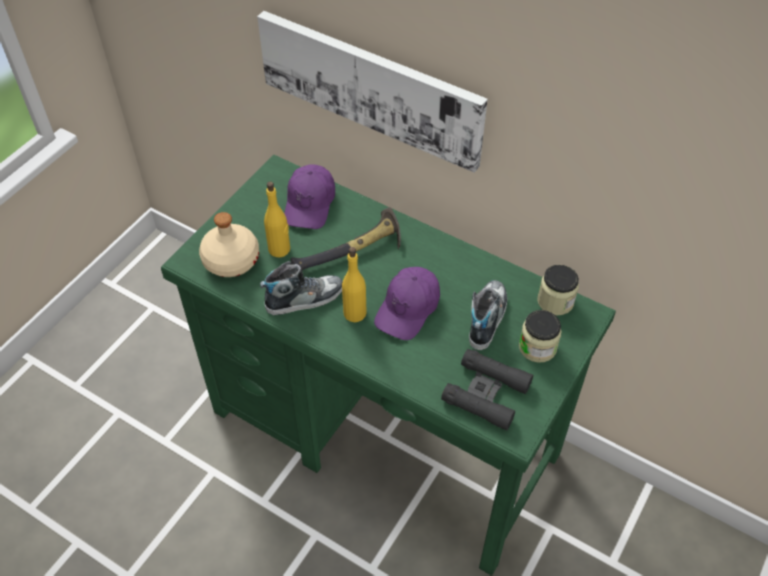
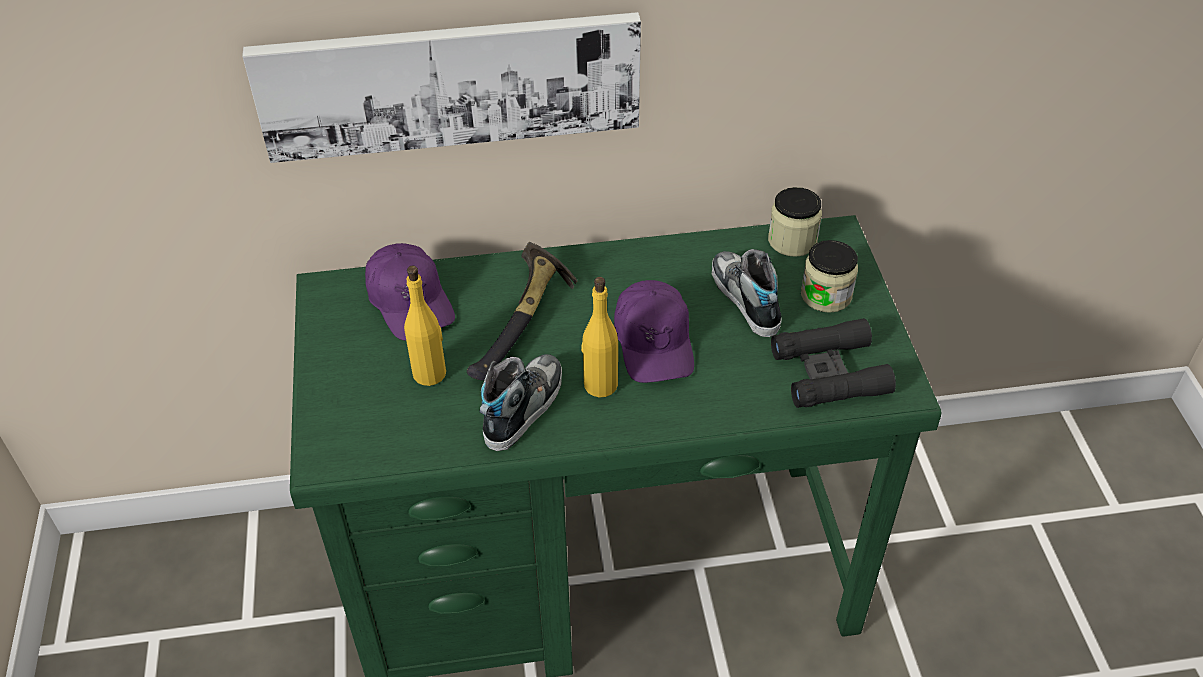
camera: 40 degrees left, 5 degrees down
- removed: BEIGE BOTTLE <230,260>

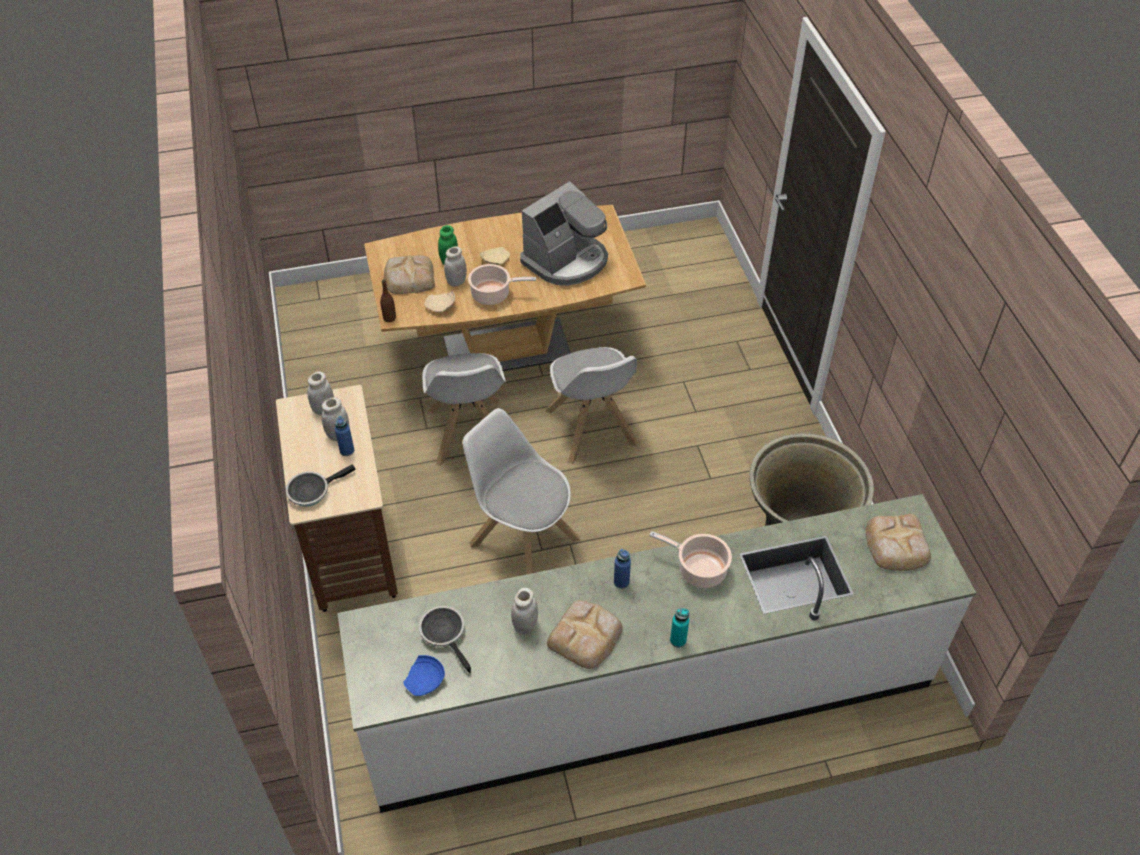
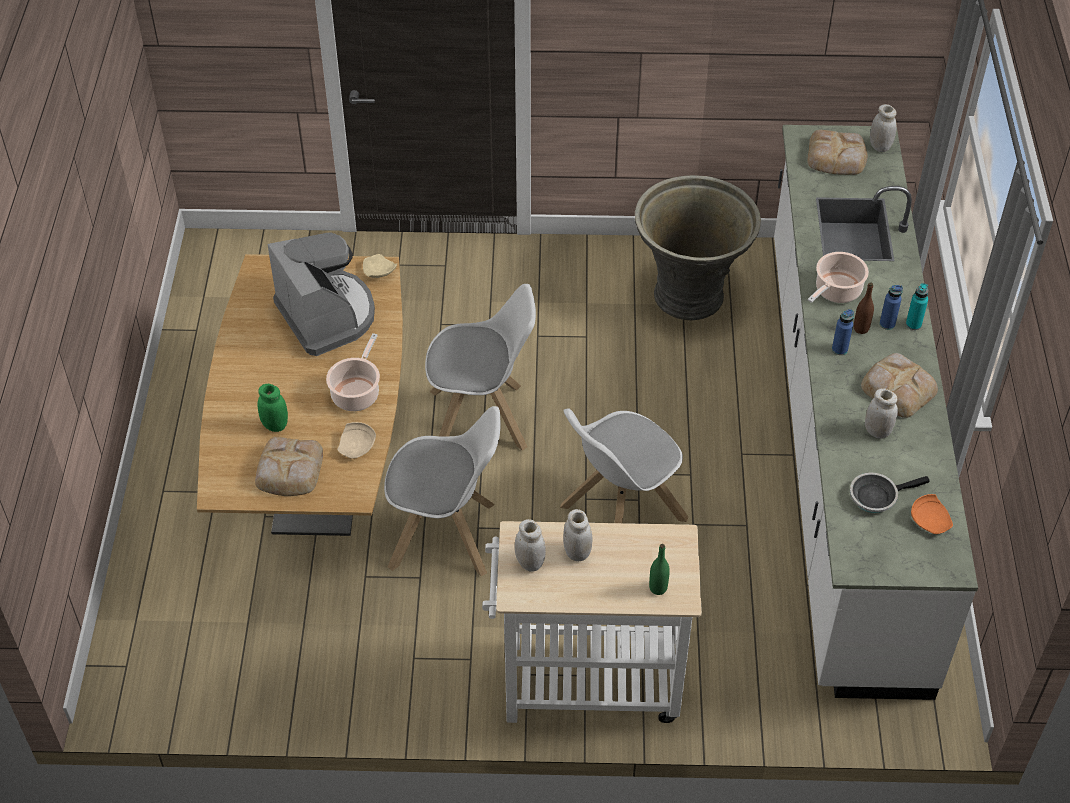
camera: 75 degrees left, 0 degrees up
- moved: WHITE JAR <456,281> to <880,146>
- moved: BEIGE PLATE <494,260> to <378,272>
- moved: BROWN BOTTLE <389,318> to <861,328>
- recoloured: BROWN CART <351,550> to WHITE CART <588,683>
- moved: BLUE BOTTLE <347,450> to <887,324>
- replaced: FRYING PAN <312,491> to GREEN BOTTLE <658,588>
- recoloured: BLUE PLATE <425,681> to ORANGE PLATE <930,520>

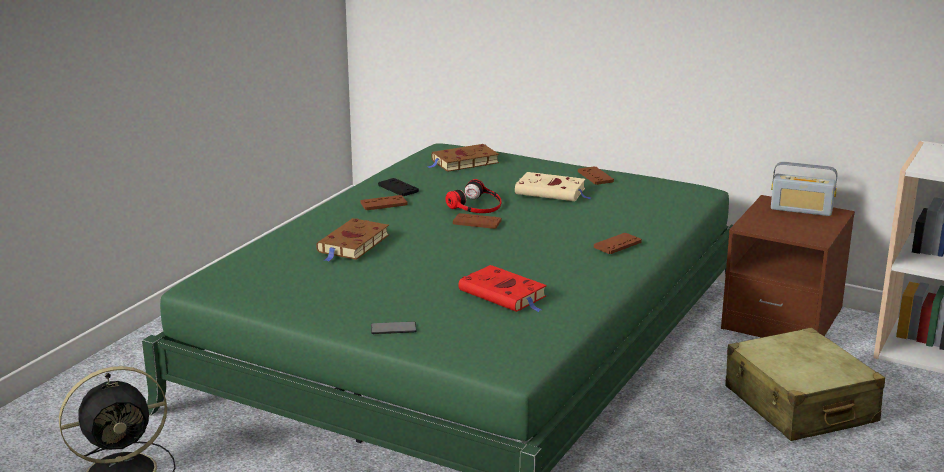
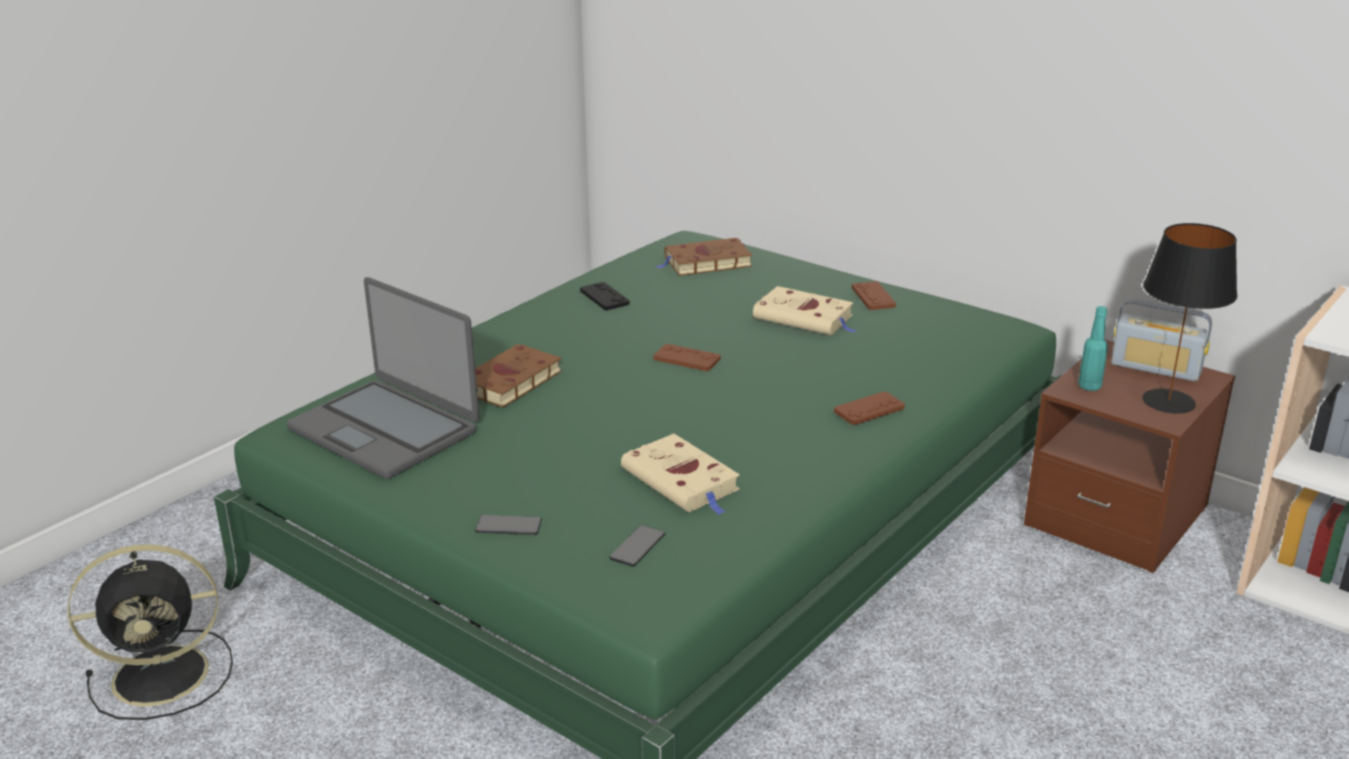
camera: 10 degrees right, 5 degrees up
- removed: HEADPHONES <476,205>
- removed: BROWN GAME CONTROLLER <383,204>
- recoloured: RED BOOK <504,294> to BEIGE BOOK <683,481>
- removed: BEIGE SUITCASE <799,405>
- added: BLACK TABLE LAMP <1169,402>
- added: LAPTOP <385,429>
- added: TURQUOISE BOTTLE <1089,386>
- added: PHONE <637,547>

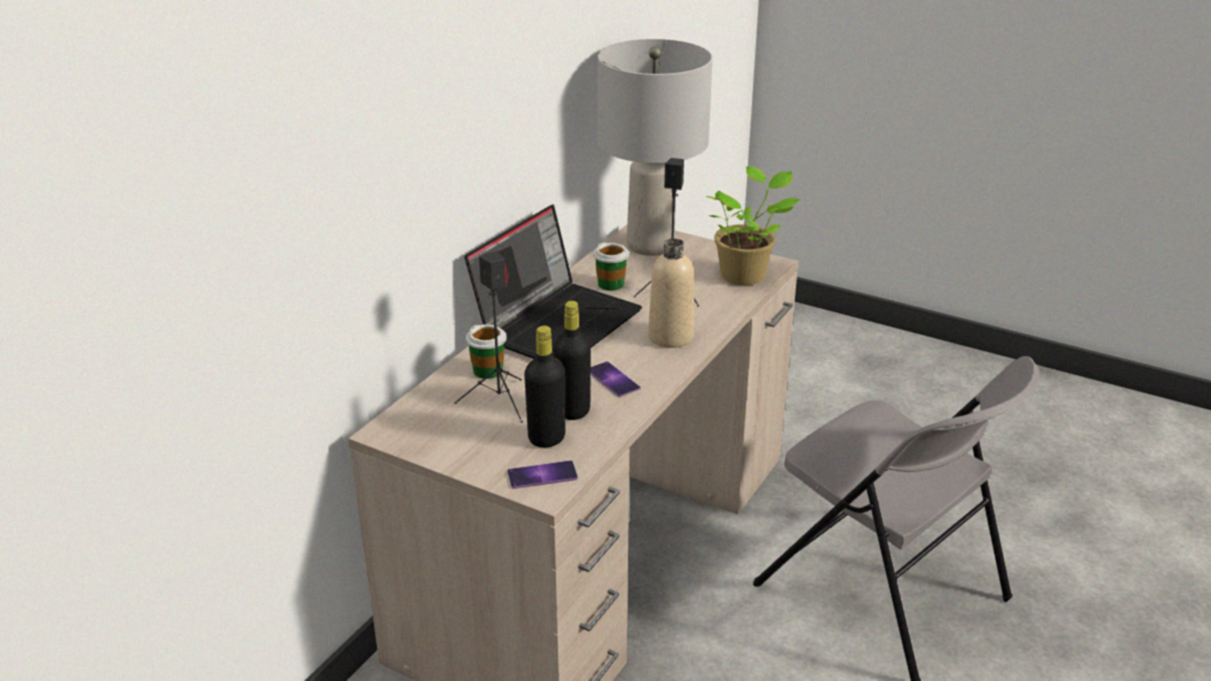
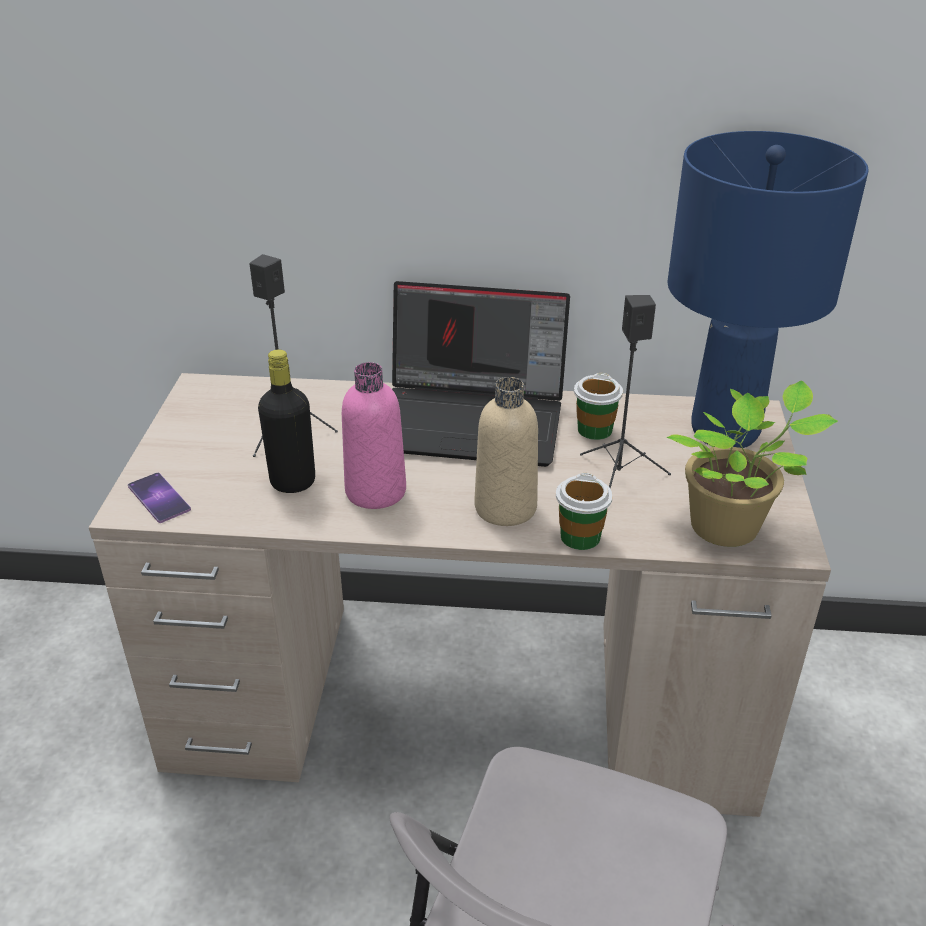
camera: 65 degrees right, 5 degrees up
- recoloured: GREY TABLE LAMP <650,246> to BLUE TABLE LAMP <723,431>
- moved: CUP <488,371> to <580,537>
- removed: BLACK BOTTLE <546,438>
- replaced: PHONE <613,379> to PINK BOTTLE <375,491>

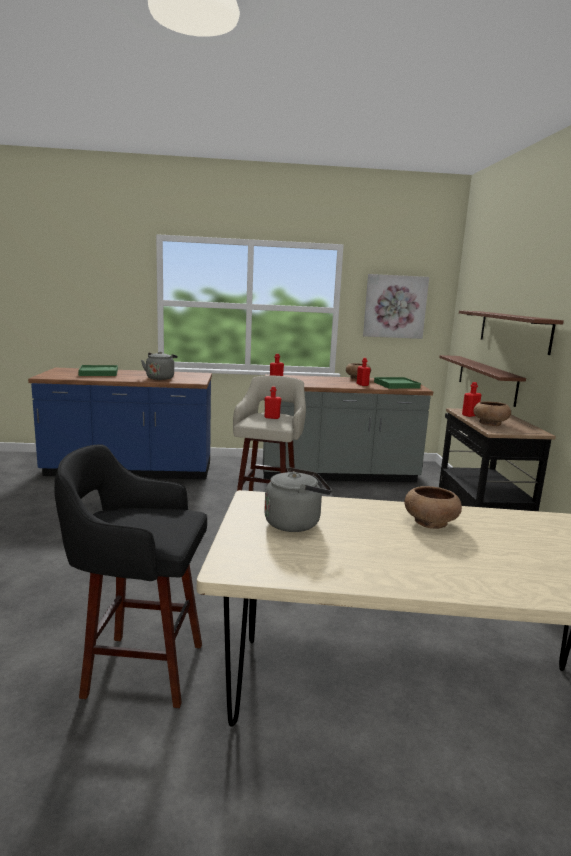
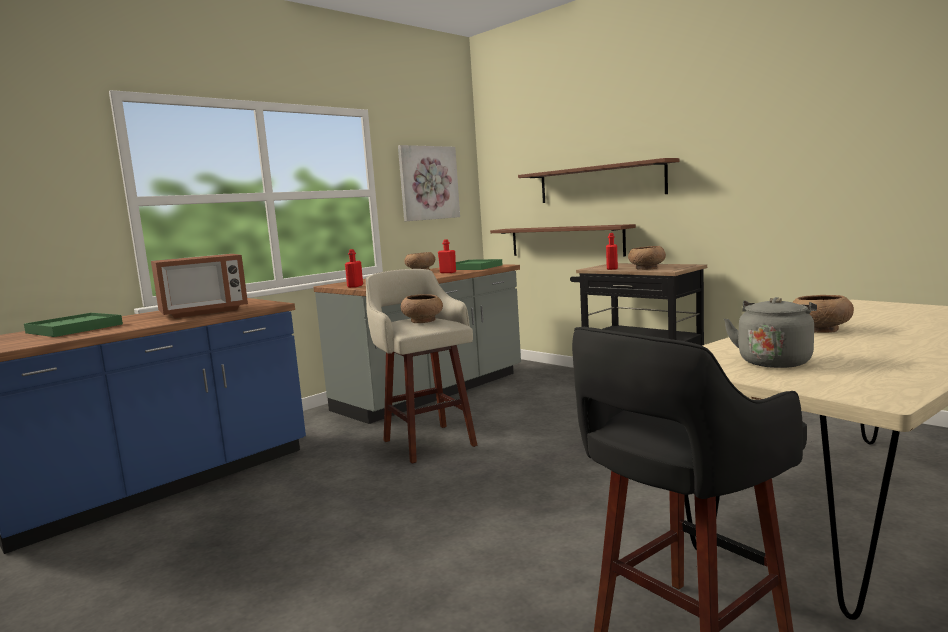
camera: 40 degrees left, 5 degrees down
- replaced: GREY KETTLE <160,378> to MICROWAVE <204,312>
- replaced: RED BOTTLE <272,417> to BROWN BOWL <423,321>

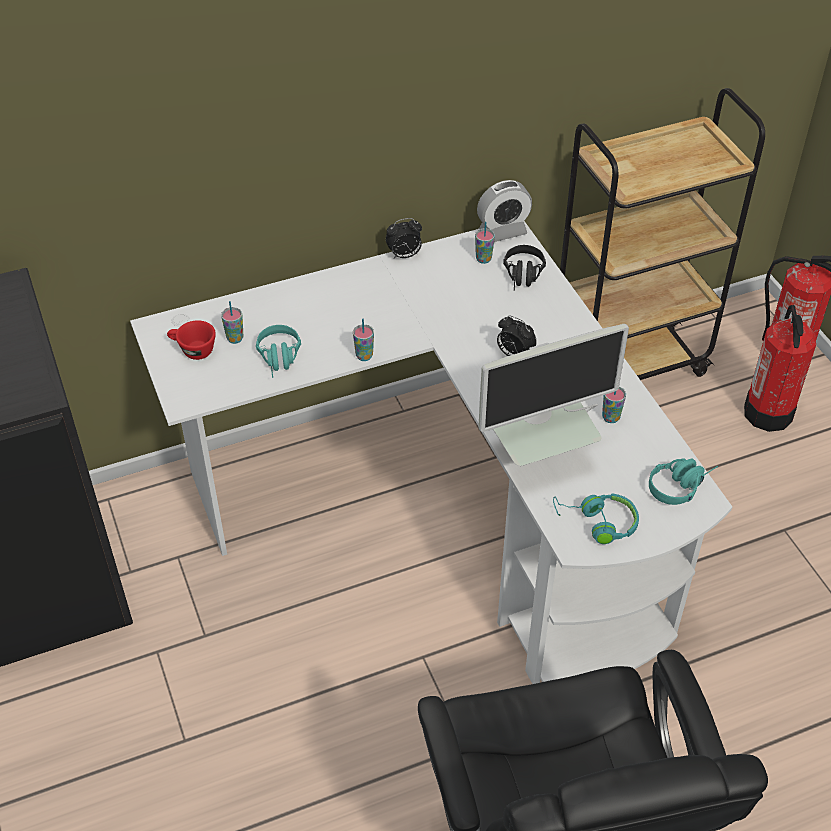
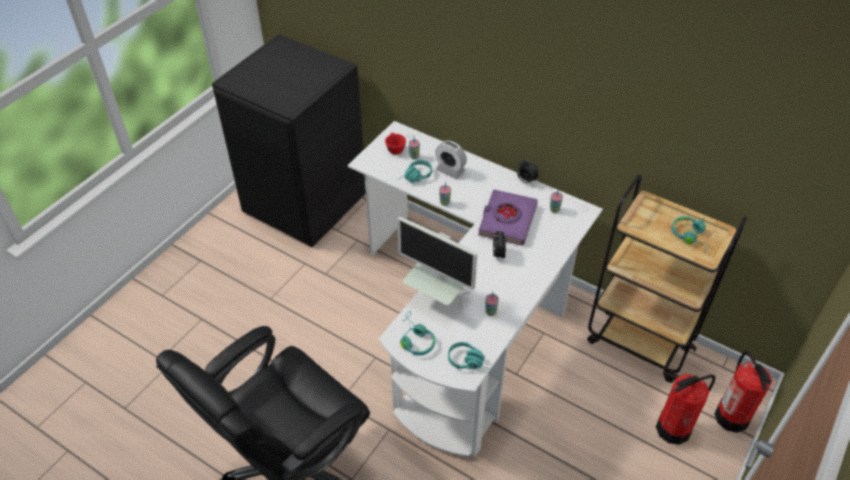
camera: 55 degrees right, 0 degrees up
- moved: ALARM CLOCK <502,232> to <450,170>
- removed: BLACK HEADPHONES <523,277>
- added: PURPLE BOOK <507,220>
- added: TURQUOISE HEADPHONES <690,237>

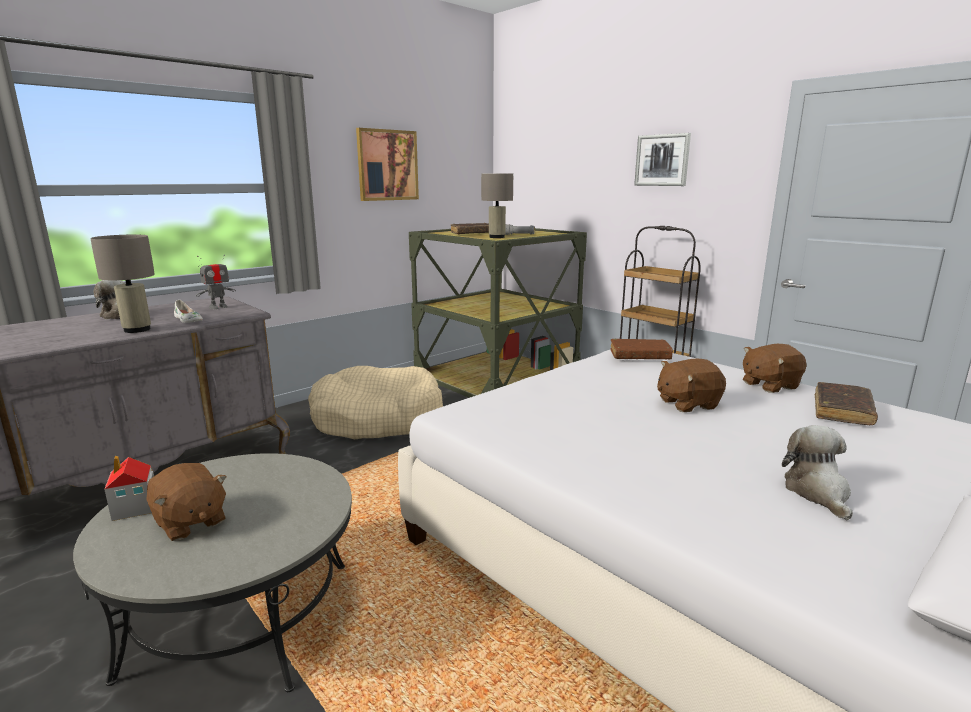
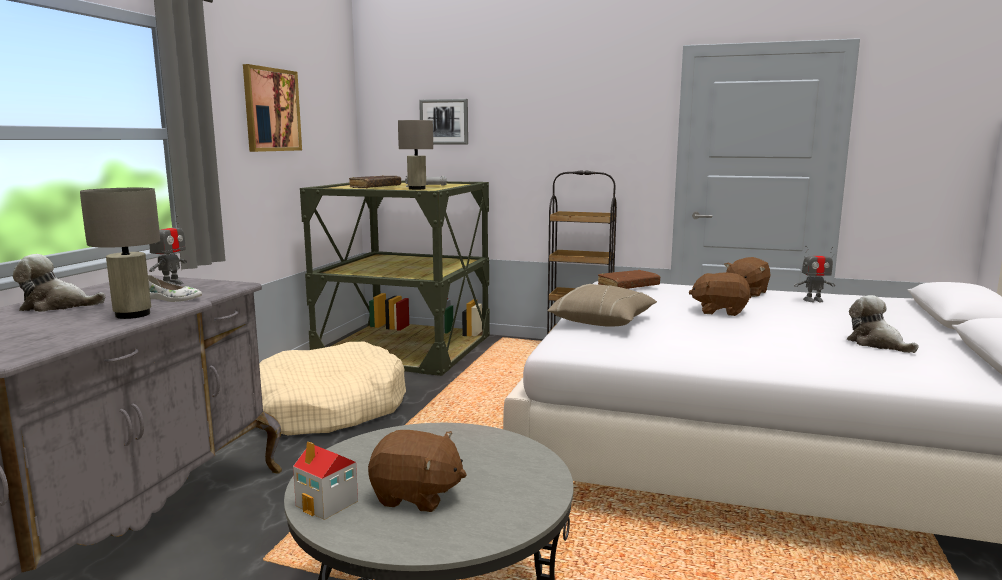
camera: 30 degrees left, 5 degrees down
- moved: PICTURE <662,160> to <444,122>
- turned: BROWN PLUSH TOY <687,403> = <720,311> 60 degrees clockwise
- replaced: BROWN BOOK <842,411> to TOY ROBOT <813,300>
- added: BEIGE PILLOW <603,322>

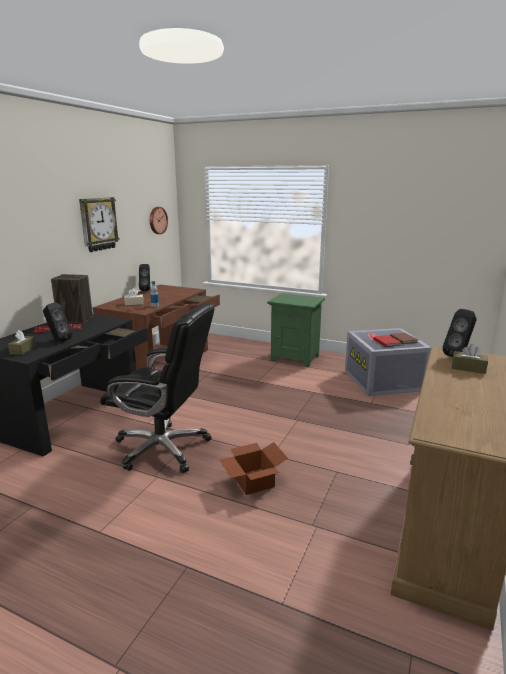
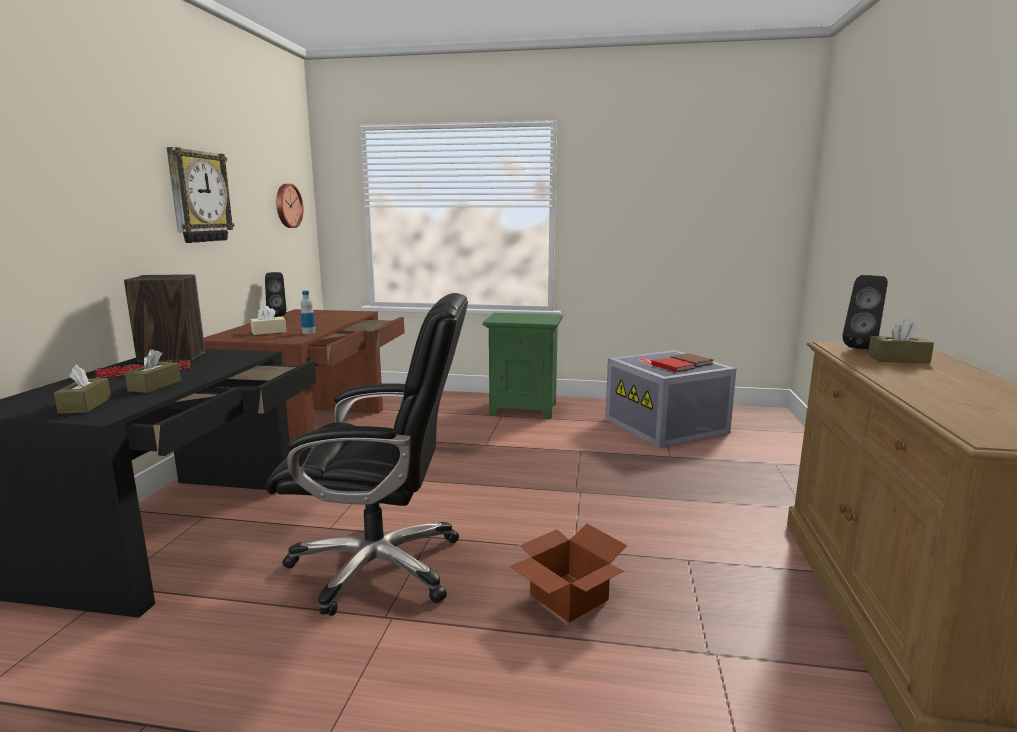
camera: 15 degrees left, 5 degrees down
- replaced: BLACK SPEAKER <58,340> to BROWN TISSUE BOX <155,386>

